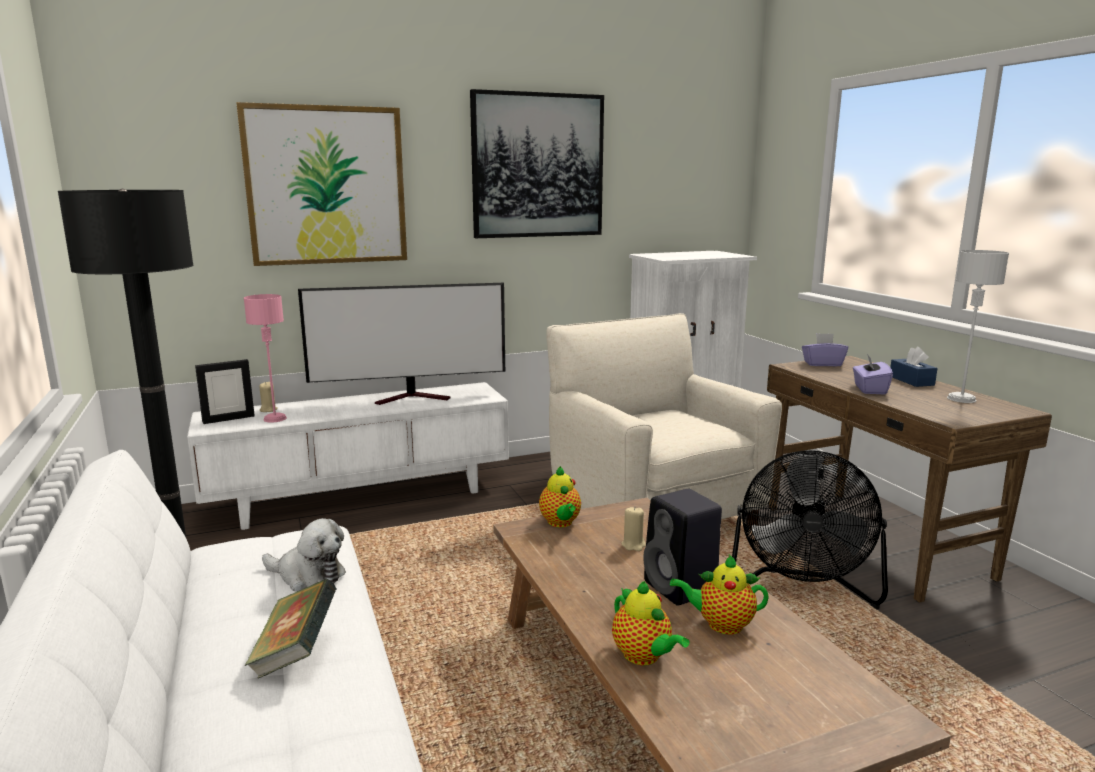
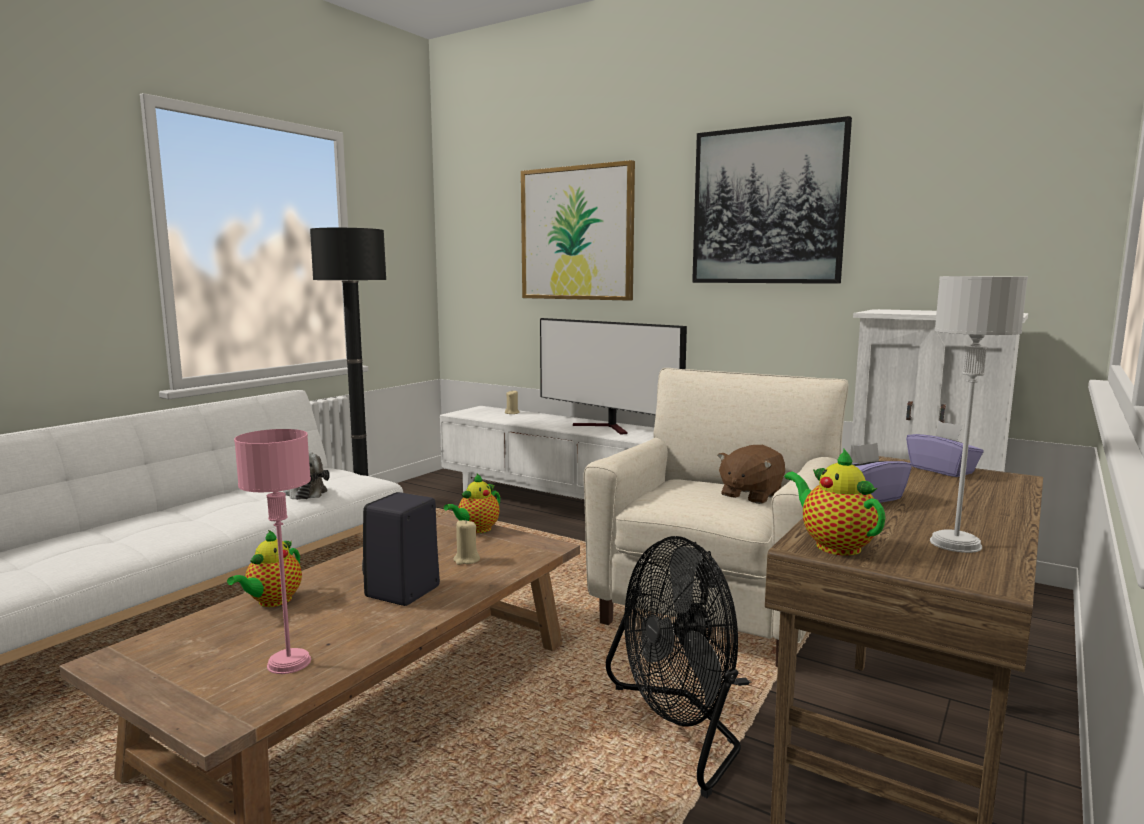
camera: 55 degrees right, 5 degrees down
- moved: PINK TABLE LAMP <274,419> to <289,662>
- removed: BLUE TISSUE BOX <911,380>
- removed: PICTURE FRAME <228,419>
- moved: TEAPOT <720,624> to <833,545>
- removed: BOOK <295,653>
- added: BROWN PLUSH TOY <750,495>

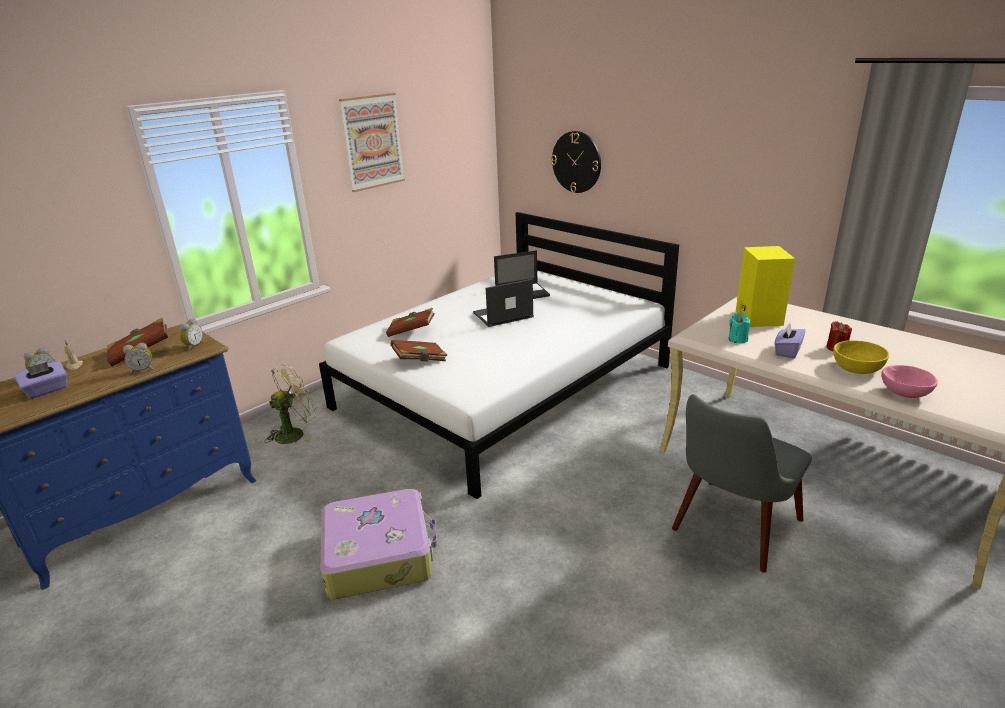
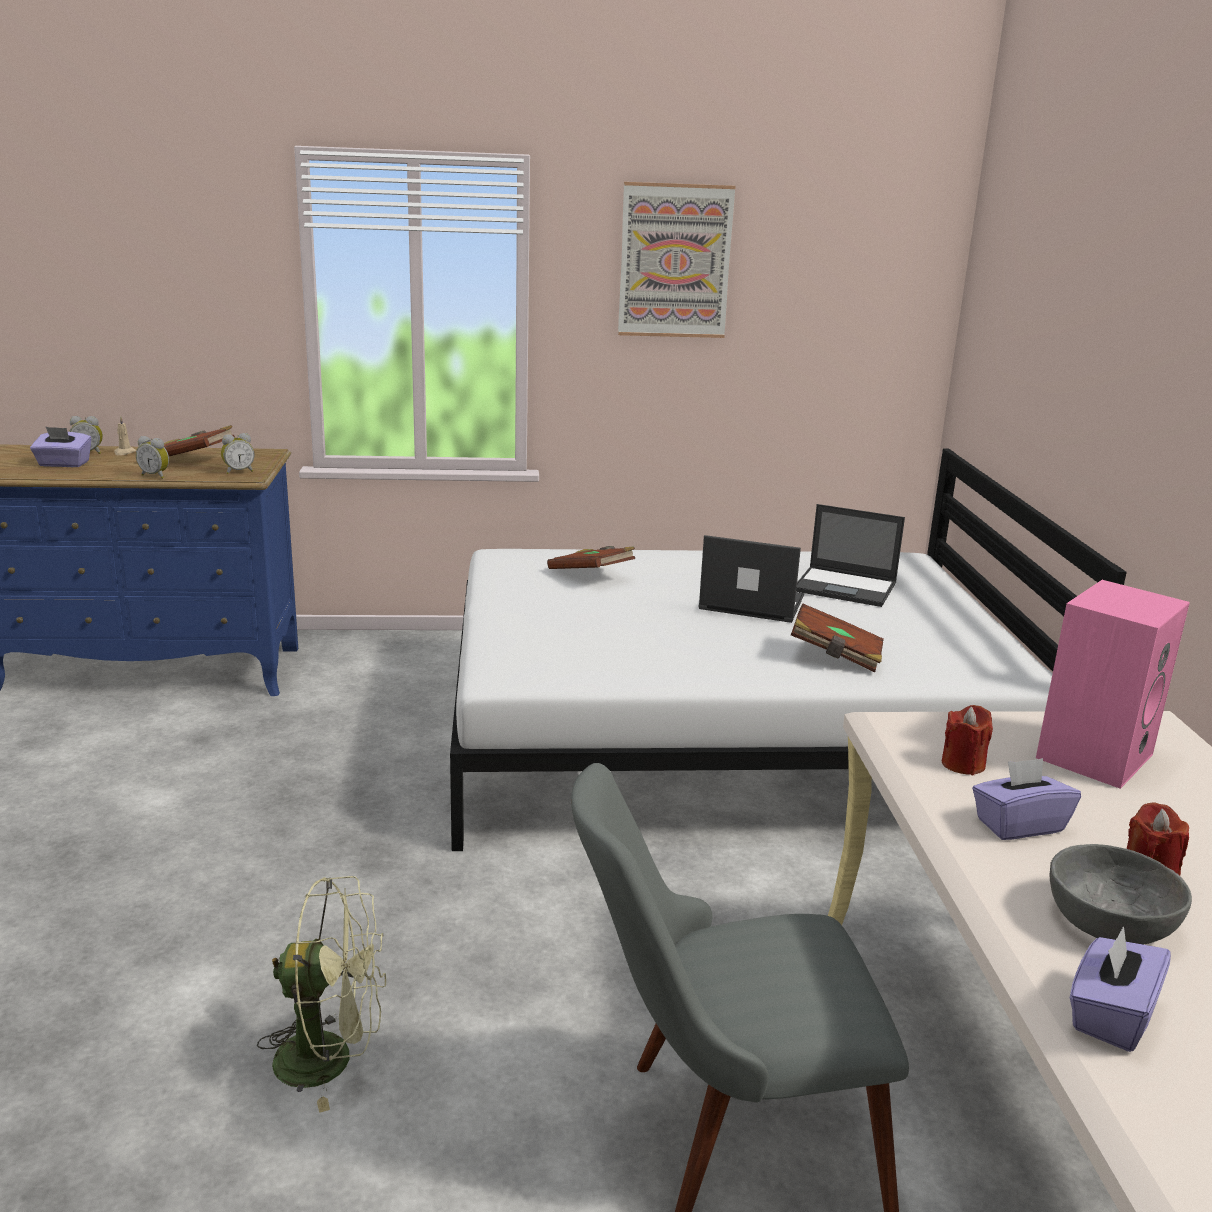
camera: 40 degrees right, 5 degrees down
- removed: WALL CLOCK <576,162>
- recoloured: YELLOW SPEAKER <757,318> to PINK SPEAKER <1093,754>
- recoloured: TURQUOISE CANDLE <737,339> to RED CANDLE <963,764>
- moved: BROWN BOOK <420,360> to <835,656>
- recoloured: YELLOW BOWL <857,368> to GREY BOWL <1109,921>
- moved: GREEN FAN <295,433> to <331,1059>
- replaced: PINK BOWL <905,393> to PURPLE TISSUE BOX <1110,1015>
- removed: SUITCASE <379,554>

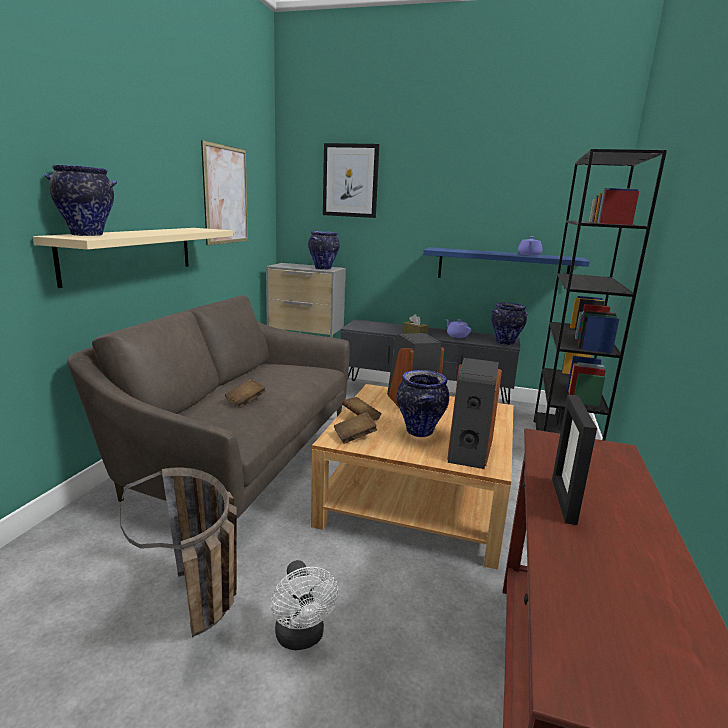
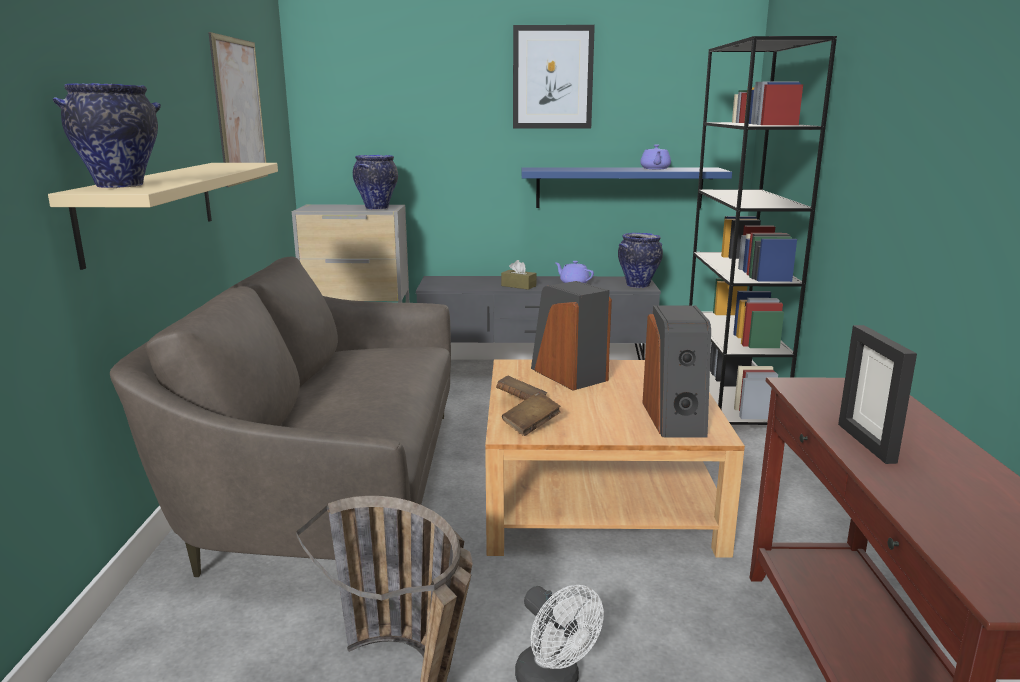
camera: 15 degrees left, 0 degrees up
- moved: PICTURE <350,180> to <552,77>
- removed: VASE <420,432>
- removed: BROWN BOOK <245,401>

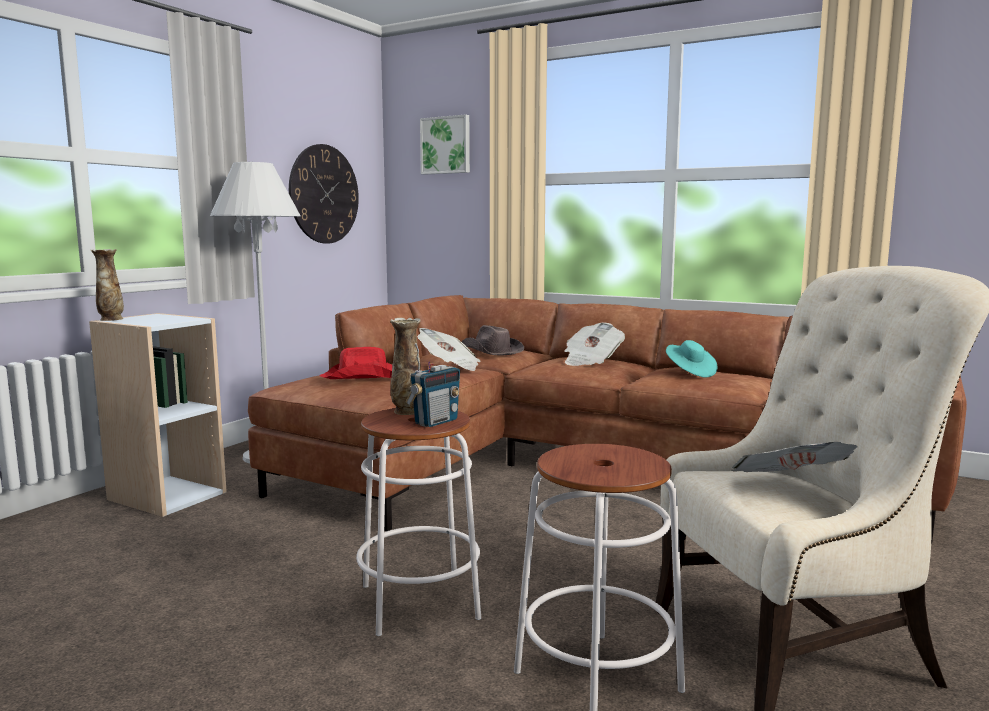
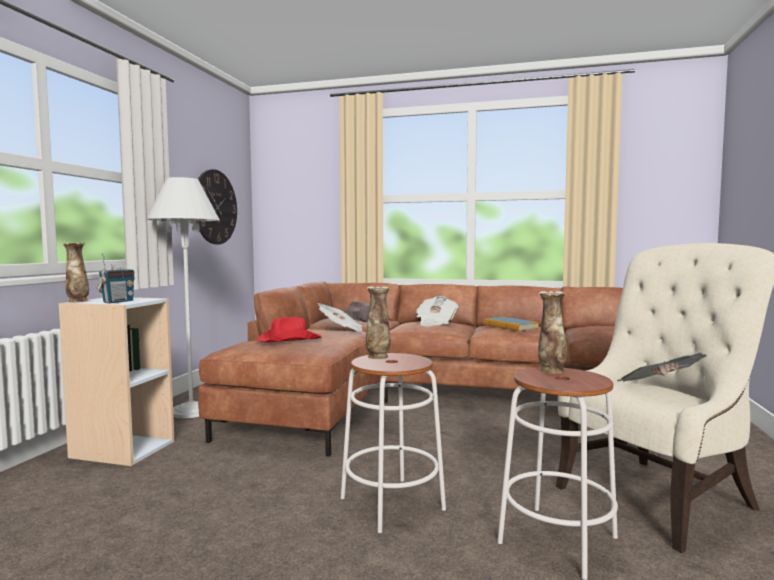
camera: 15 degrees left, 5 degrees down
- removed: PICTURE <446,145>
- replaced: TURQUOISE HAT <690,372> to BOOK <510,326>
- moved: RADIO <435,422> to <118,302>
- added: VASE <551,371>

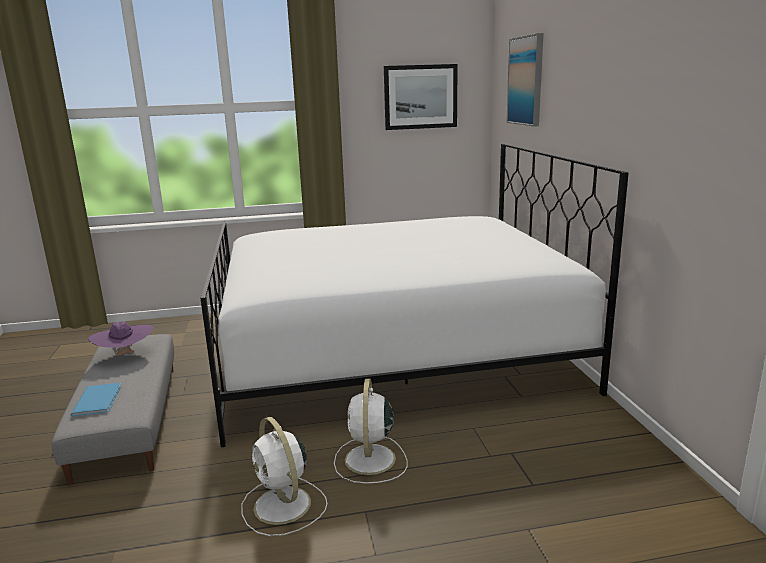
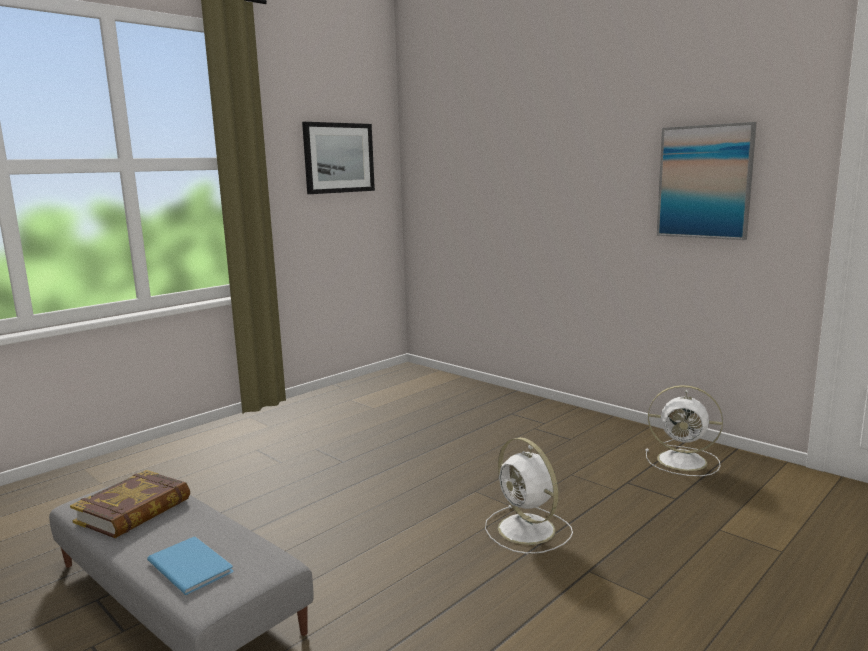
camera: 35 degrees left, 5 degrees down
- moved: PICTURE <526,81> to <704,182>
- removed: WHITE BED <394,355>
- replaced: PURPLE HAT <125,356> to BOOK <134,511>
- moved: WHITE FAN <283,506> to <684,461>

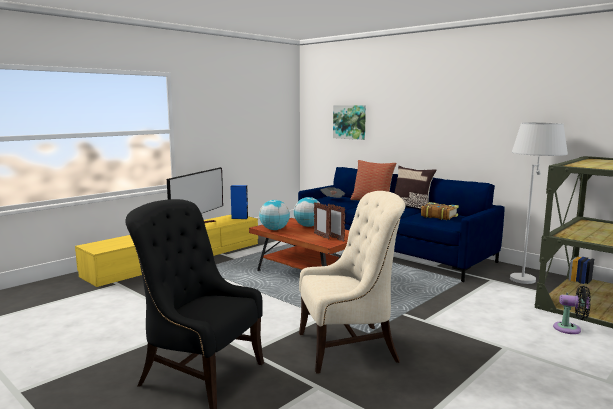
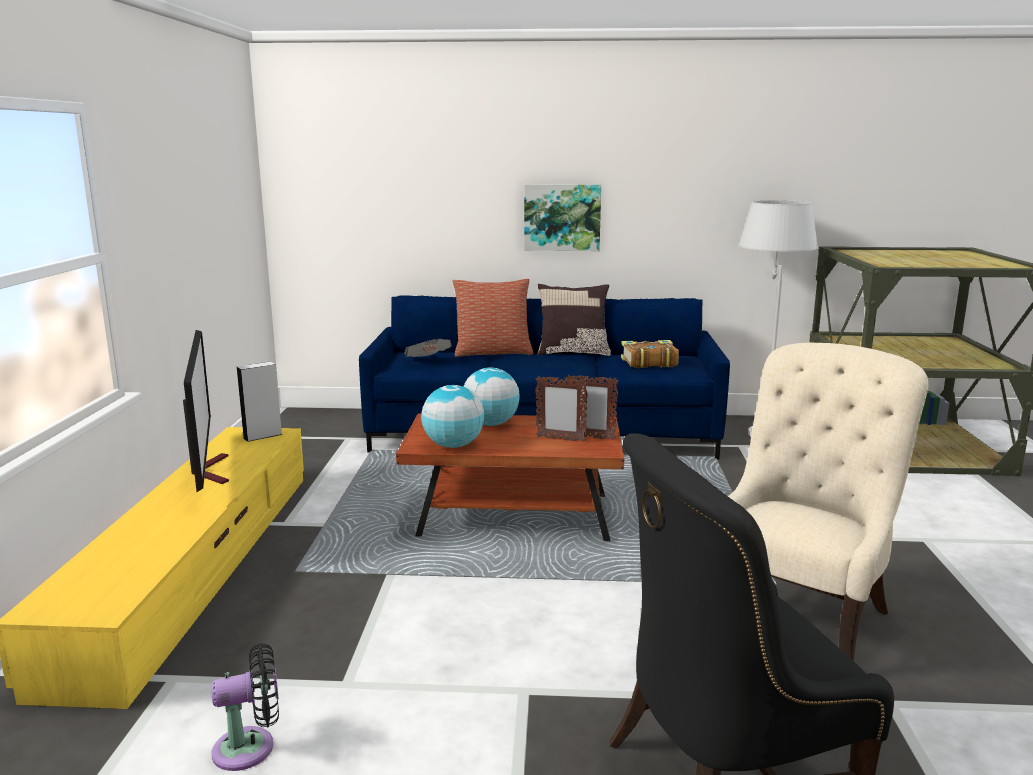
camera: 40 degrees left, 5 degrees up
- moved: PICTURE <349,122> to <562,217>
- recoloured: BLUE SPEAKER <239,218> to GREY SPEAKER <262,436>
- moved: BLACK FAN <570,329> to <250,748>

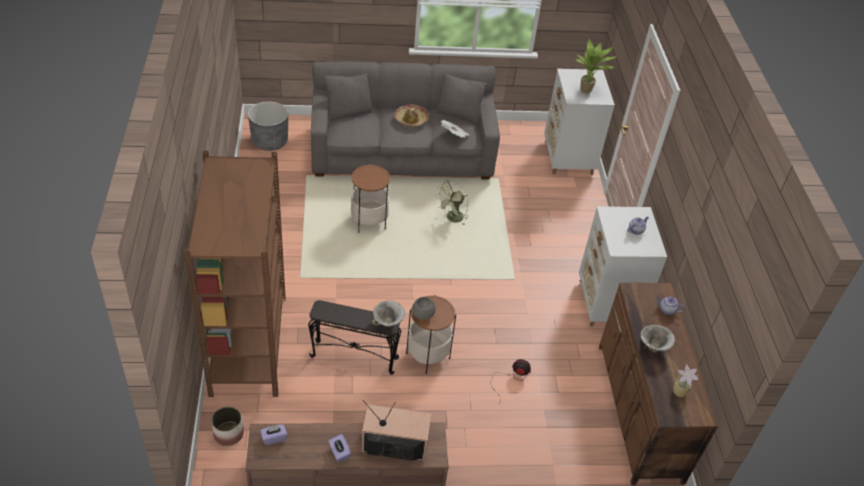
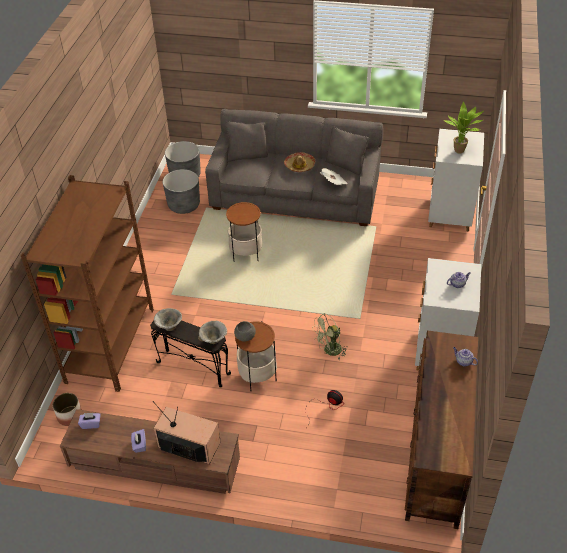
camera: 20 degrees right, 0 degrees up
- moved: GREEN FAN <452,219> to <329,351>
- moved: BOWL <653,347> to <169,327>
- removed: POTTED PLANT <680,393>
- added: GREY PLANTER <184,205>

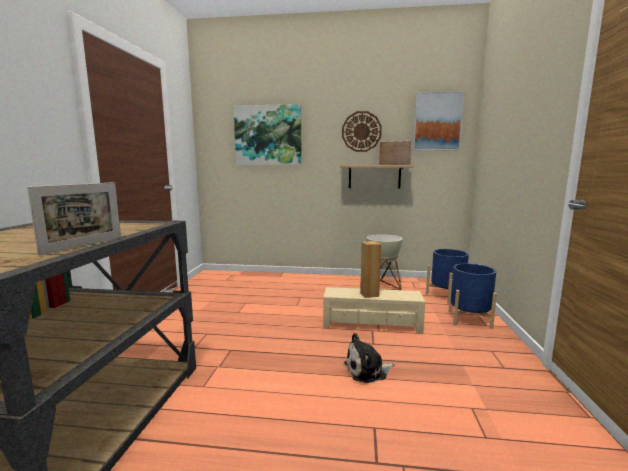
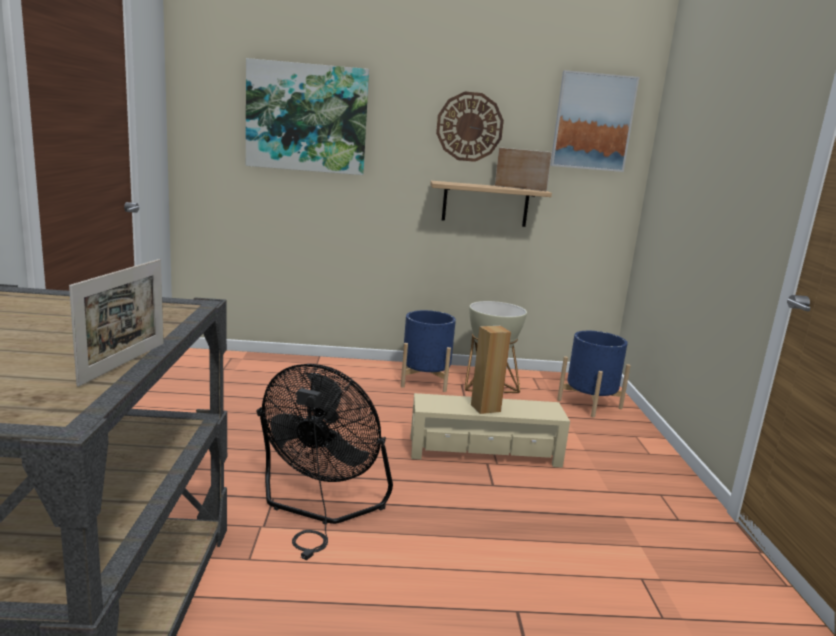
camera: 10 degrees left, 5 degrees up
- moved: BLUE PLANTER <469,319> to <425,381>
- removed: PLUSH TOY <367,370>
- added: BLACK FAN <314,507>

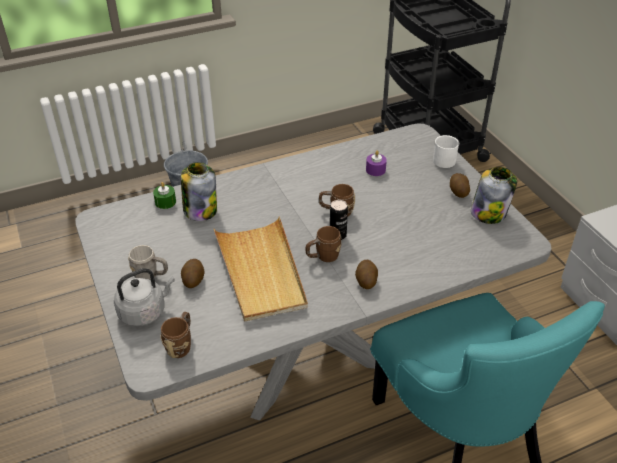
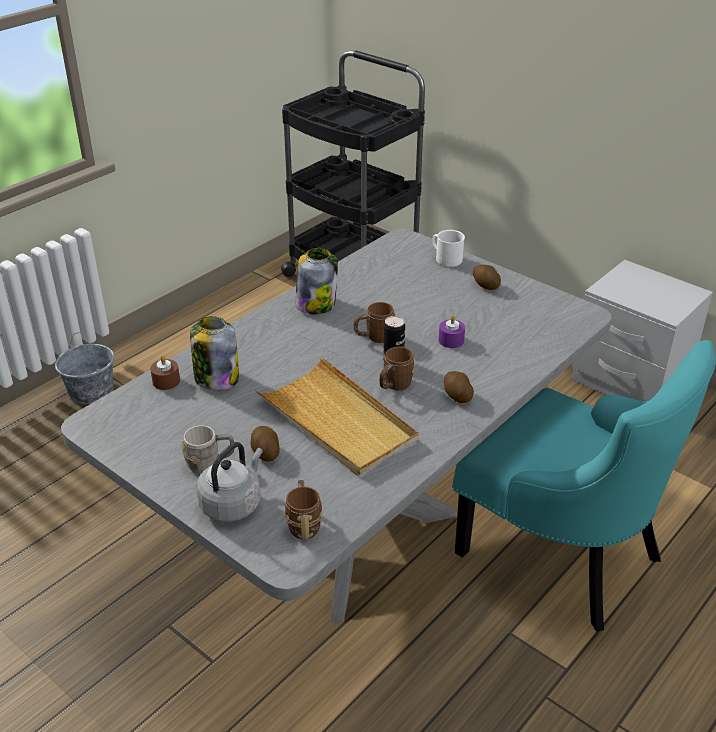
camera: 25 degrees left, 5 degrees down
- moved: PURPLE CANDLE <375,170> to <451,340>
- moved: JAR <489,213> to <316,304>
- recoloured: GREEN CANDLE <165,202> to BROWN CANDLE <166,381>

